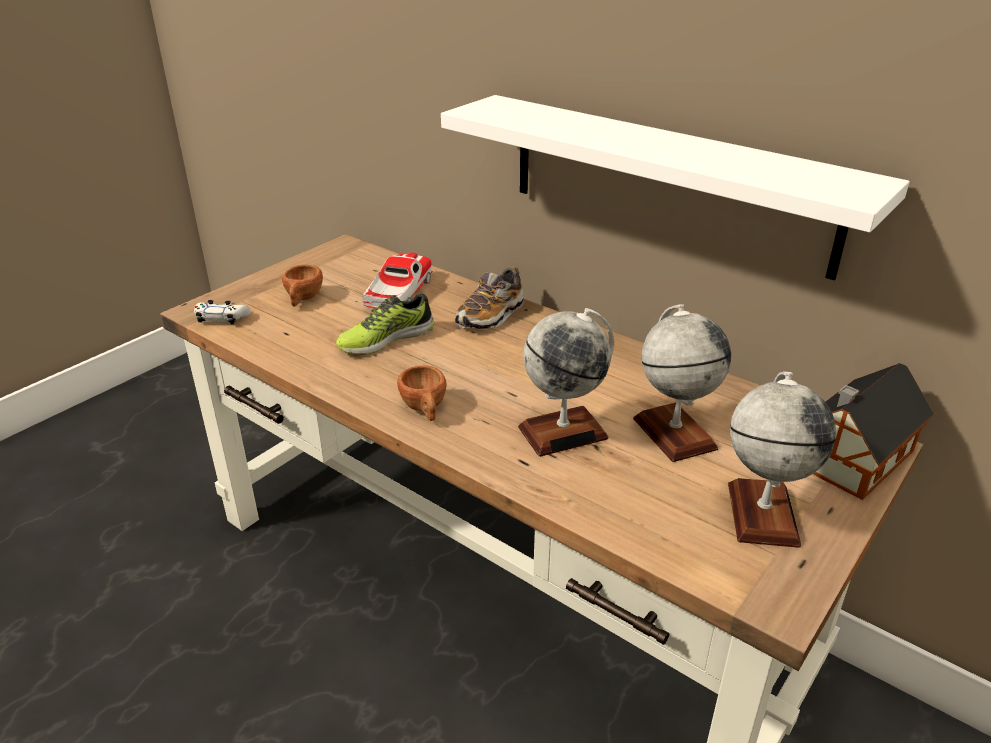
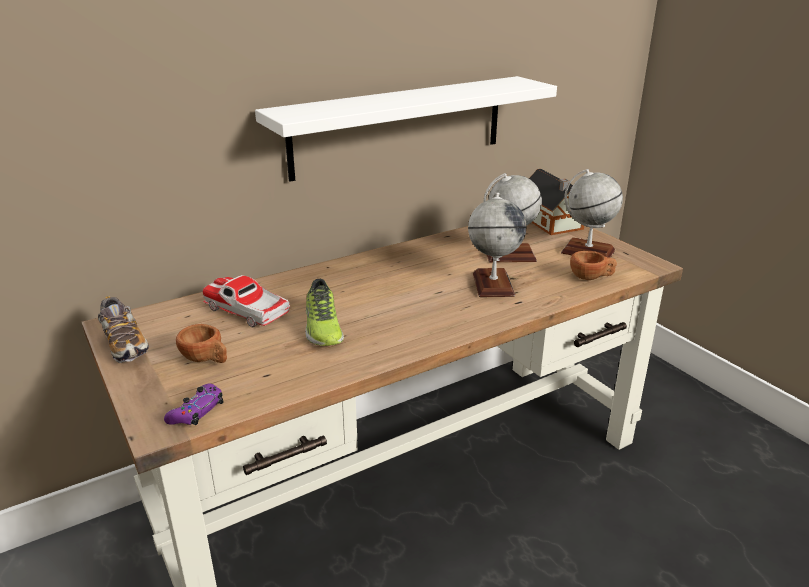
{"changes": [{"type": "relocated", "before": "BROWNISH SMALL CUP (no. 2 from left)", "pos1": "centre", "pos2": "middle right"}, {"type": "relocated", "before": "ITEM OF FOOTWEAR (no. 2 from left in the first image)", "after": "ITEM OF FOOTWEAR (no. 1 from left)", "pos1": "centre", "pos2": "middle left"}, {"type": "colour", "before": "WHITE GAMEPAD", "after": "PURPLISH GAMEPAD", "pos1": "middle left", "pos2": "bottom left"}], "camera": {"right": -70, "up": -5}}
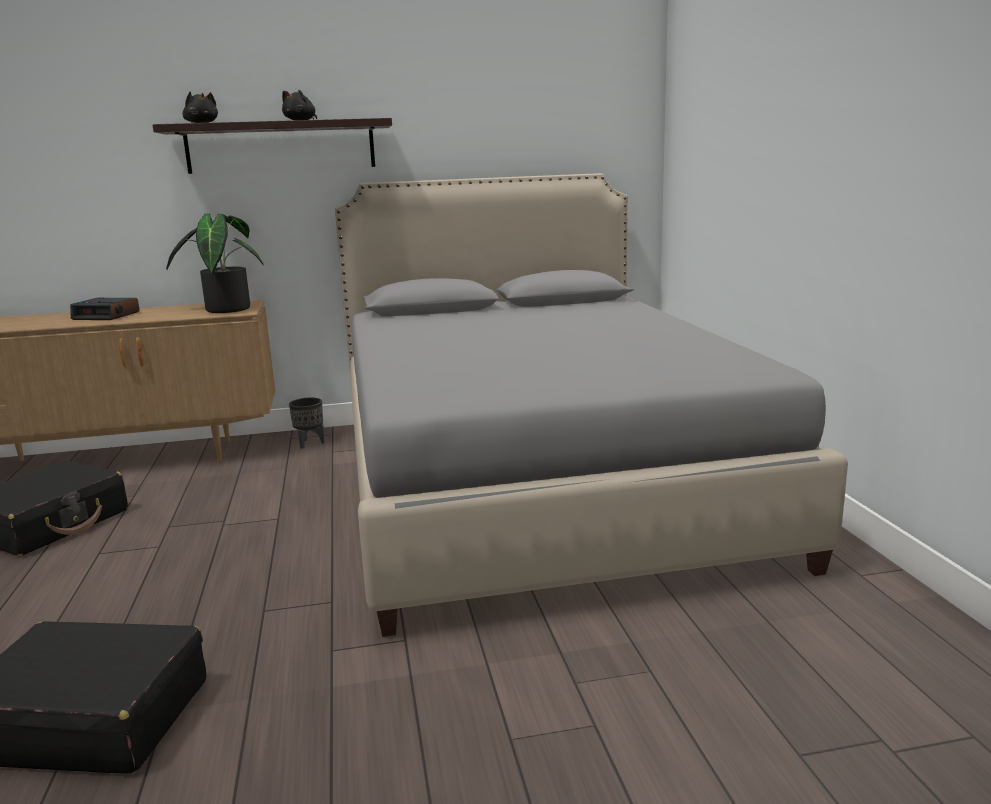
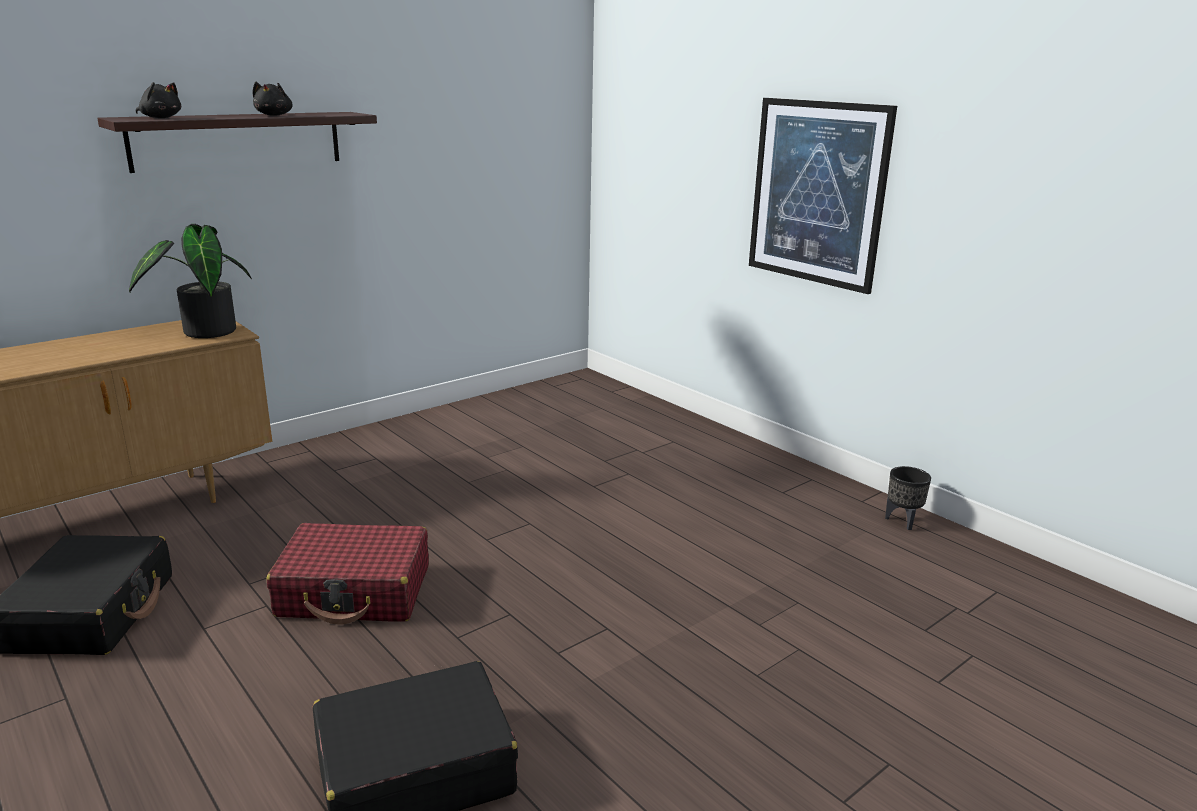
{"changes": [{"type": "missing", "before": "ALARM CLOCK", "pos1": "middle left"}, {"type": "missing", "before": "GRAY BEDROOM BED", "pos1": "centre"}, {"type": "appeared", "after": "REDDISH PIECE OF LUGGAGE", "pos2": "bottom left"}, {"type": "appeared", "after": "WALL ART", "pos2": "top right"}, {"type": "relocated", "before": "BLACK-COLOURED PLANT POT", "pos1": "middle left", "pos2": "middle right"}], "camera": {"right": -30, "up": 5}}
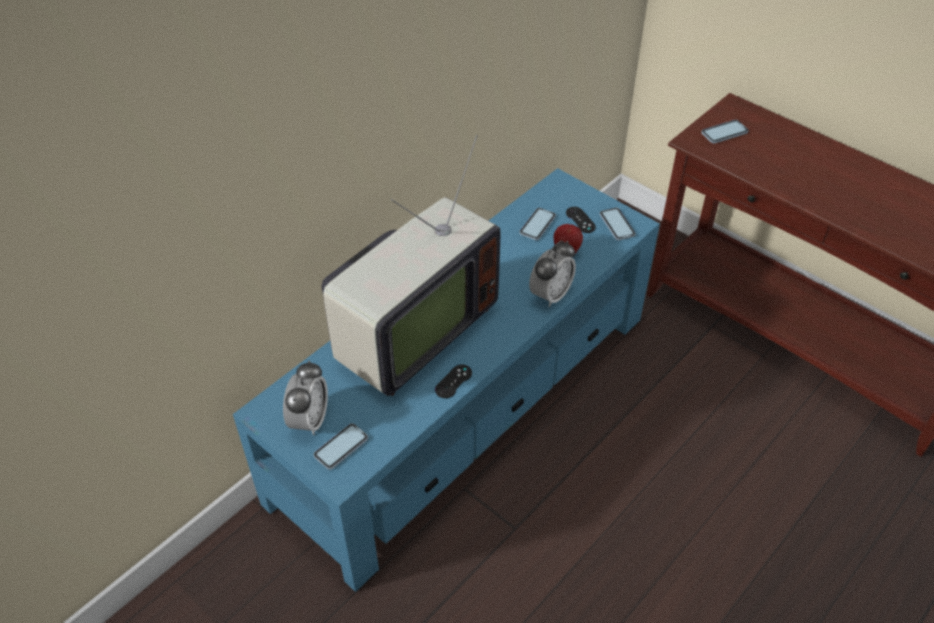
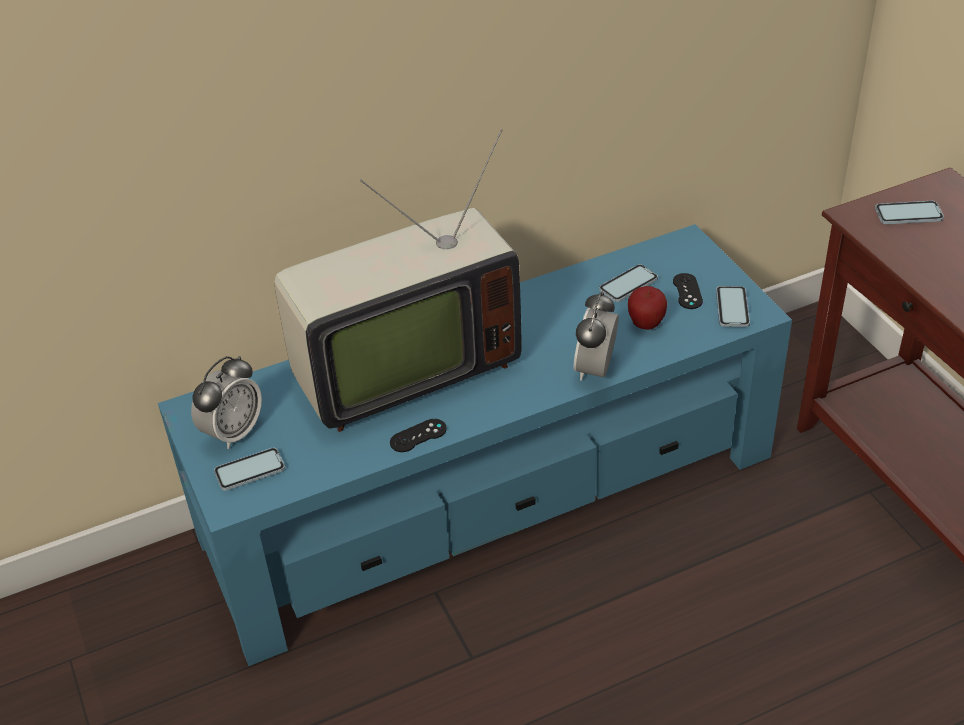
{"changes": [{"type": "spun", "before": "ALARM CLOCK (no. 2 from left)", "pos1": "centre", "pos2": "centre", "turn": 135}], "camera": {"right": 25, "up": -5}}
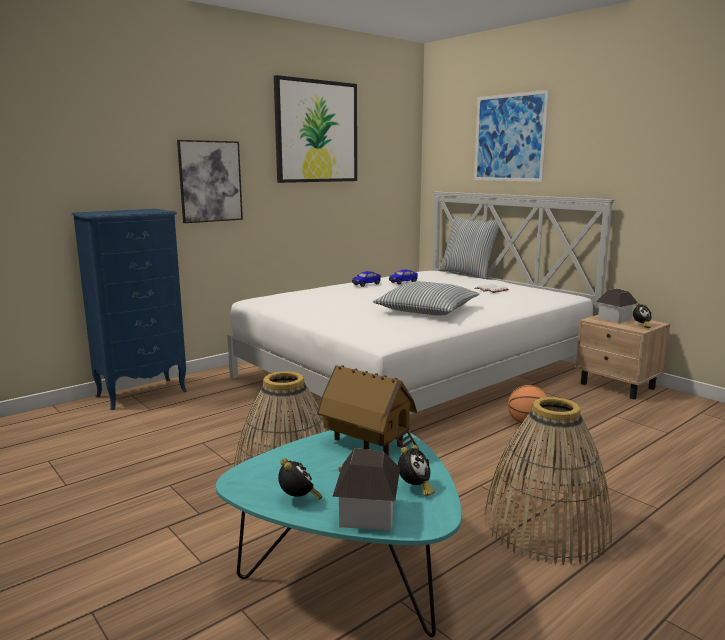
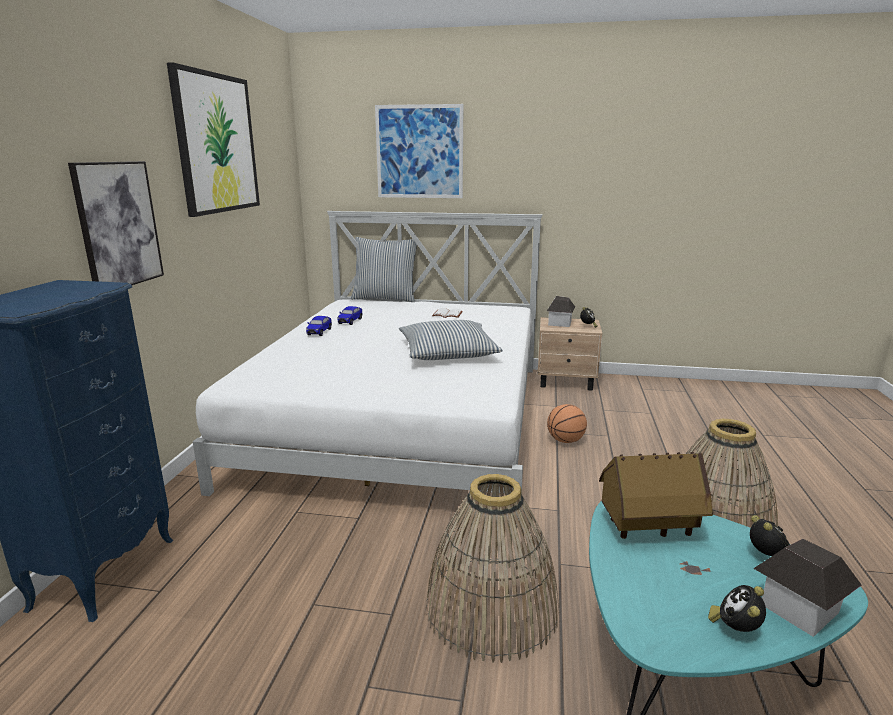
{"changes": [{"type": "spun", "before": "ALARM CLOCK (no. 1 from left in the first image)", "pos1": "bottom centre", "pos2": "bottom right", "turn": -90}], "camera": {"right": -40, "up": 5}}
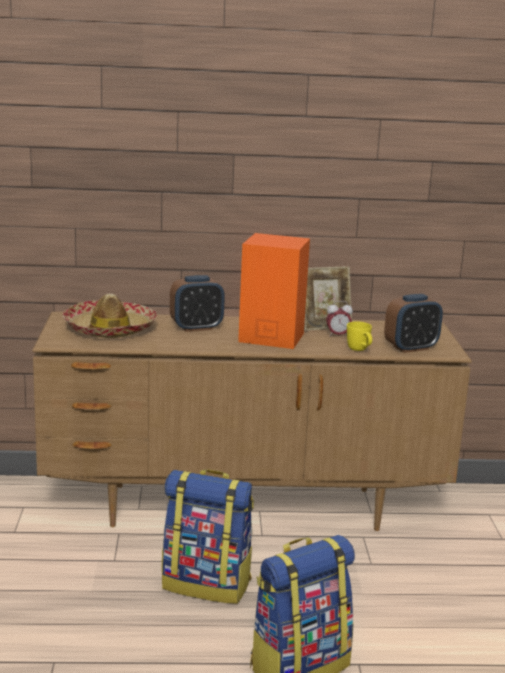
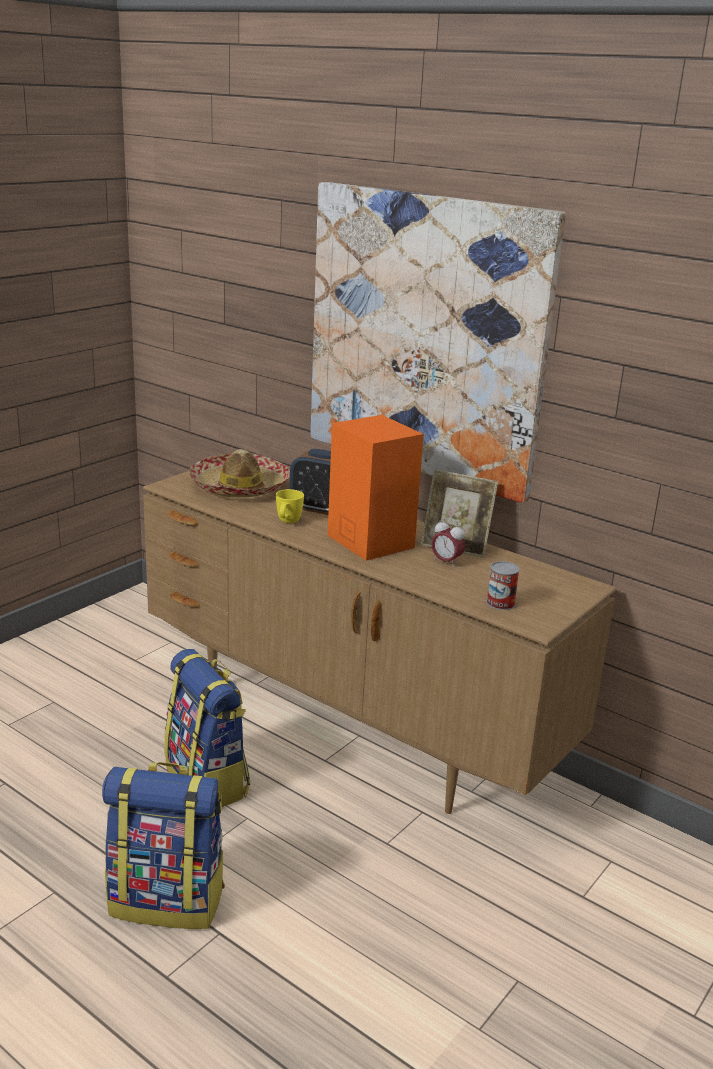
{"changes": [{"type": "appeared", "after": "WALL ART", "pos2": "top centre"}, {"type": "relocated", "before": "YELLOWISH MUG", "pos1": "middle right", "pos2": "centre"}, {"type": "exchanged", "before": "ALARM CLOCK (no. 3 from left)", "after": "SEALED CAN", "pos1": "middle right", "pos2": "middle right"}], "camera": {"right": 40, "up": 5}}
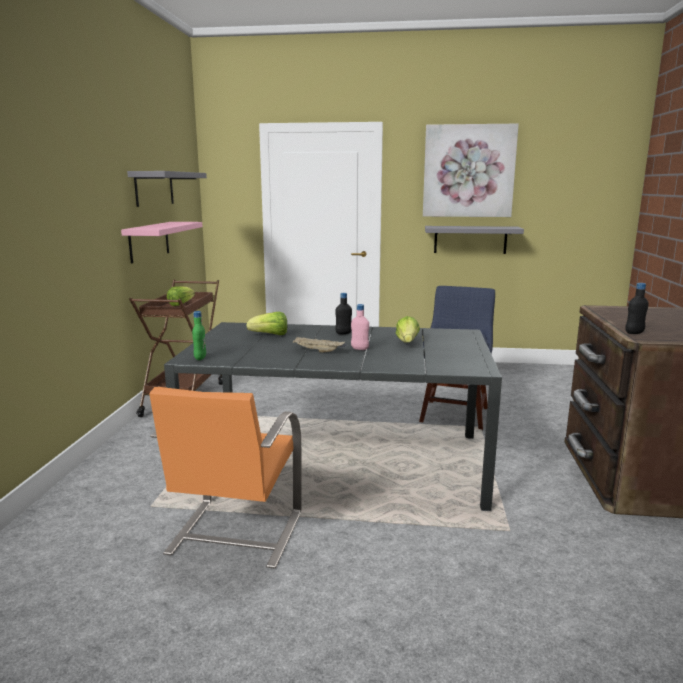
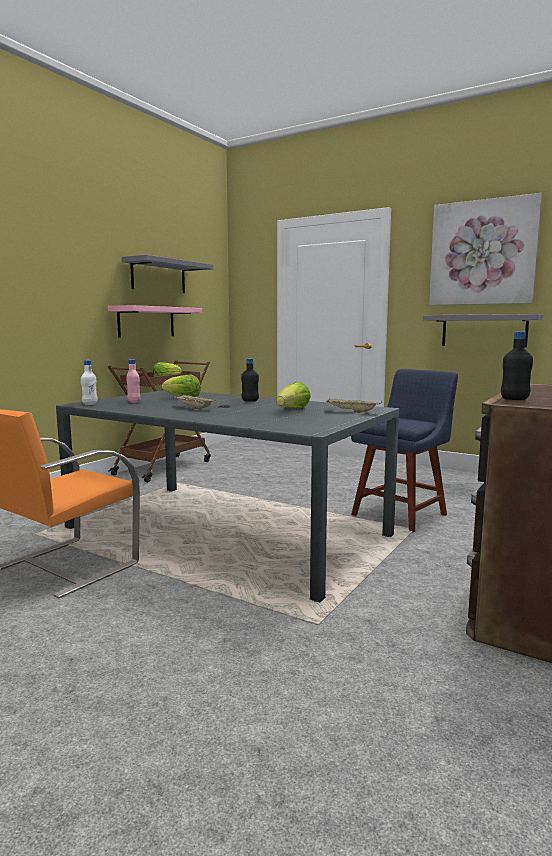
{"changes": [{"type": "appeared", "after": "SAND-COLOURED SERVING TRAY (no. 2 from left)", "pos2": "centre"}, {"type": "relocated", "before": "PINK-COLOURED BOTTLE", "pos1": "centre", "pos2": "middle left"}, {"type": "colour", "before": "GREEN BOTTLE", "after": "WHITE BOTTLE", "pos1": "middle left", "pos2": "middle left"}], "camera": {"right": 25, "up": -5}}
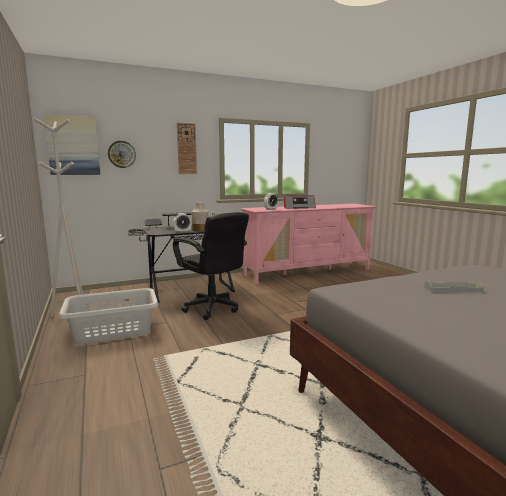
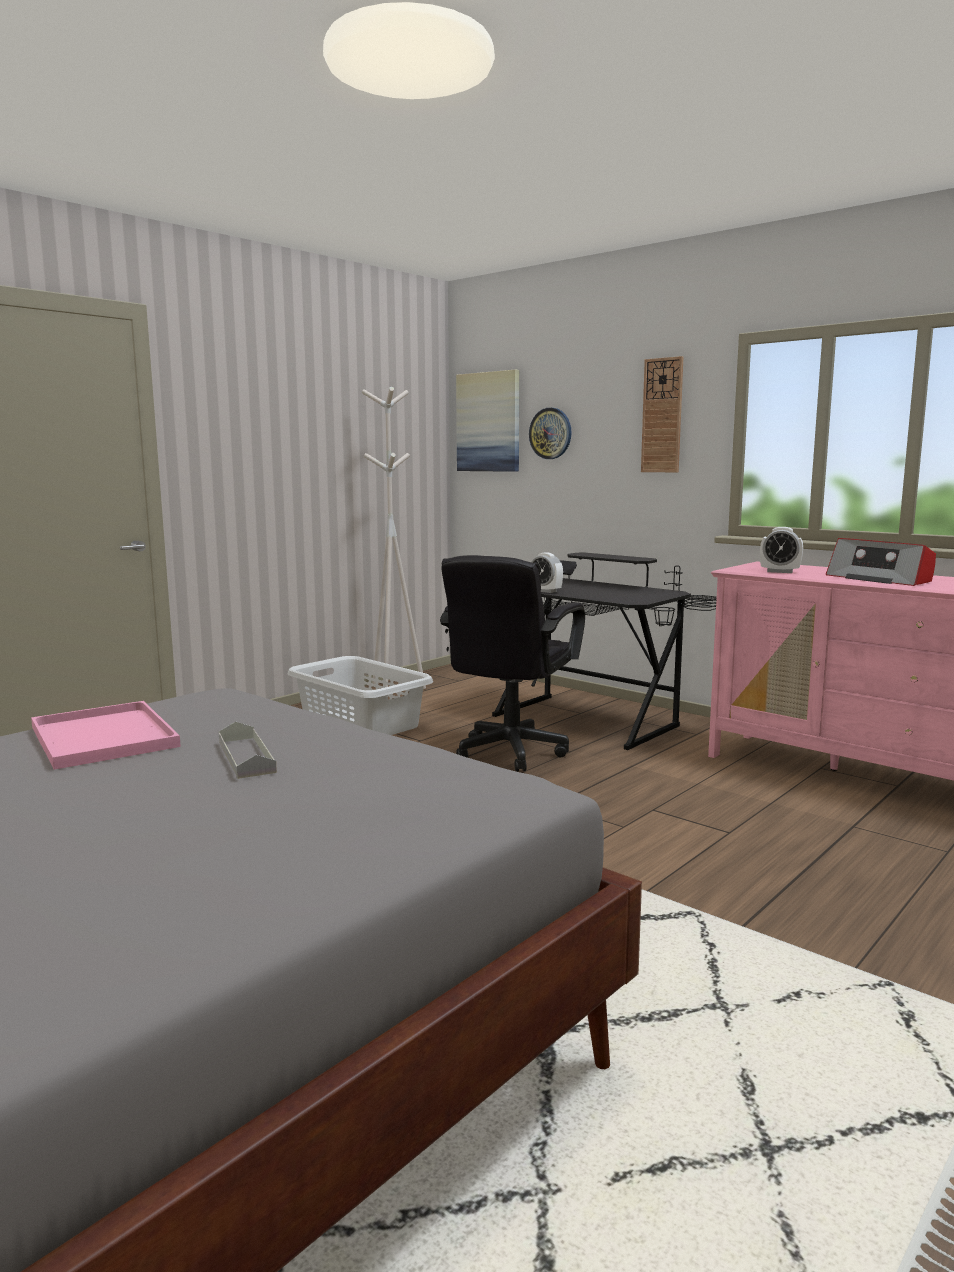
{"changes": [{"type": "missing", "before": "SAND-COLOURED FLOWER VASE", "pos1": "centre"}, {"type": "appeared", "after": "PINK-COLOURED SERVING TRAY", "pos2": "middle left"}], "camera": {"right": 65, "up": 0}}
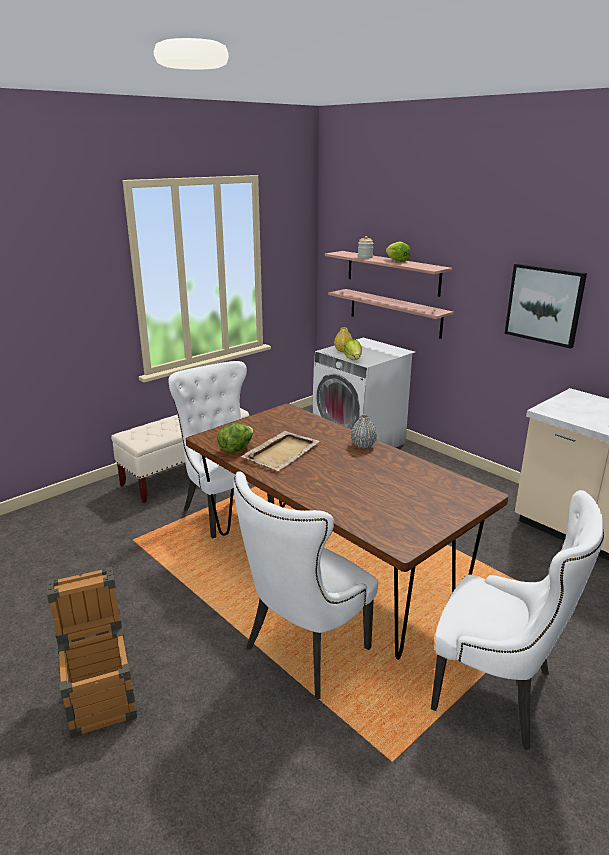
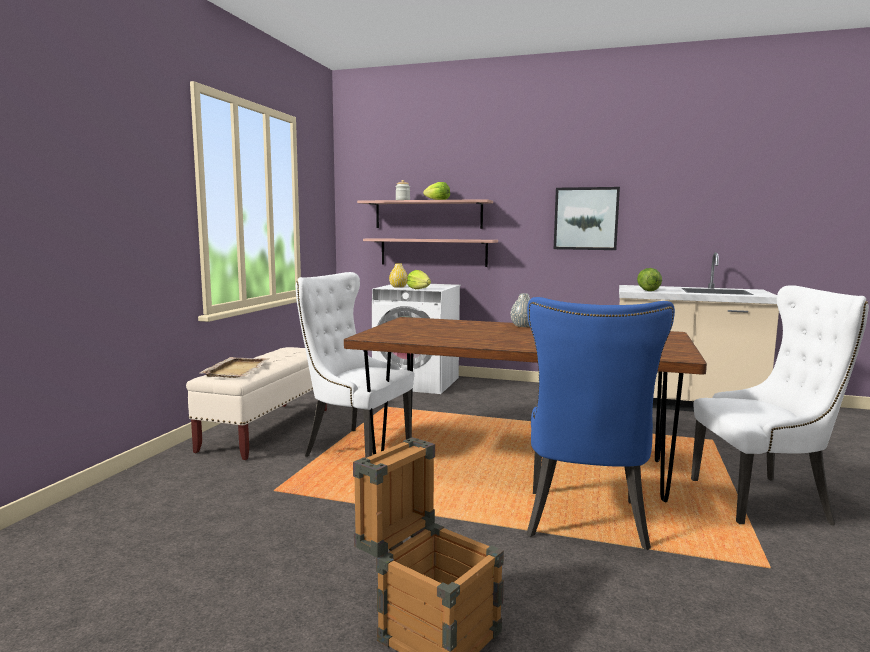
{"changes": [{"type": "relocated", "before": "LETTUCE (no. 1 from left in the first image)", "after": "LETTUCE (no. 3 from left)", "pos1": "centre", "pos2": "middle right"}, {"type": "relocated", "before": "SAND-COLOURED SERVING TRAY", "pos1": "centre", "pos2": "middle left"}, {"type": "colour", "before": "WHITE CHAIR (no. 2 from left)", "after": "BLUE CHAIR", "pos1": "bottom centre", "pos2": "middle right"}], "camera": {"right": -30, "up": -15}}
